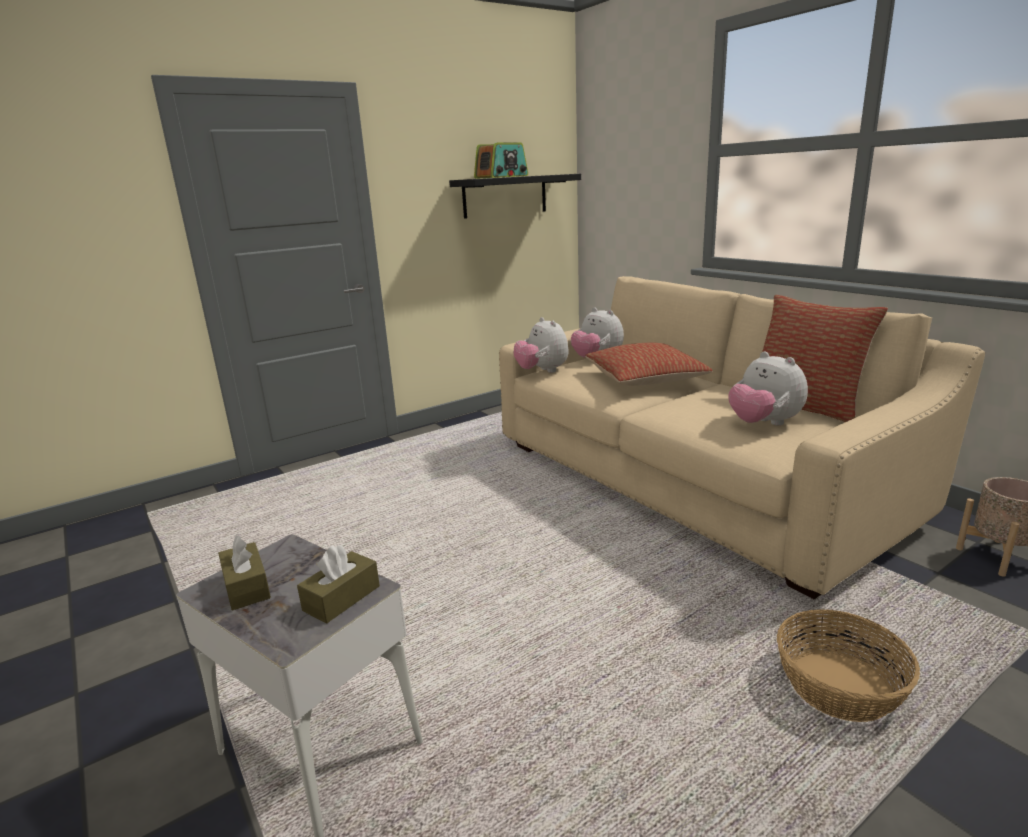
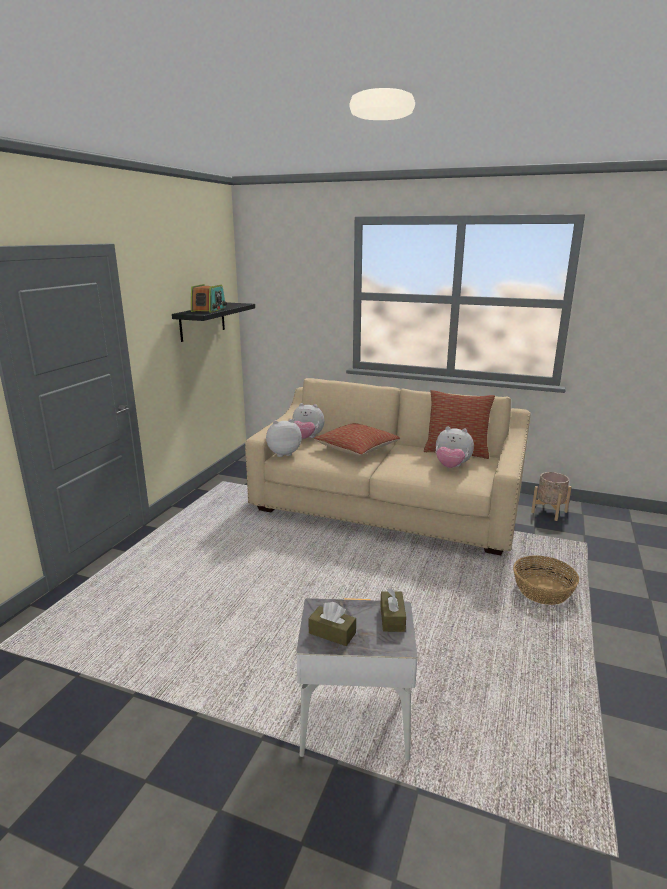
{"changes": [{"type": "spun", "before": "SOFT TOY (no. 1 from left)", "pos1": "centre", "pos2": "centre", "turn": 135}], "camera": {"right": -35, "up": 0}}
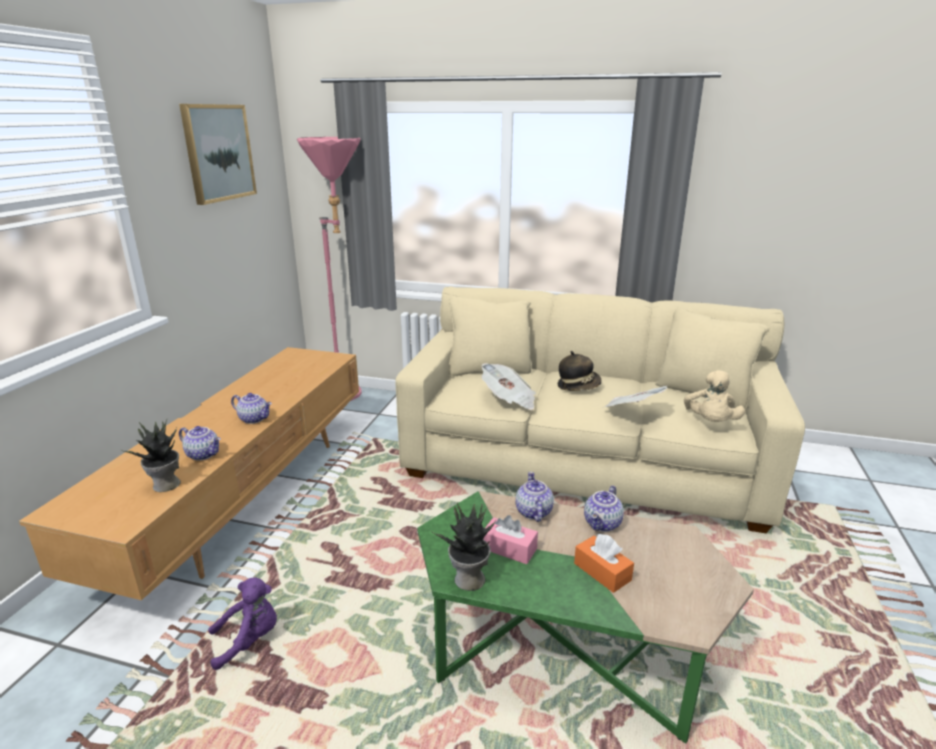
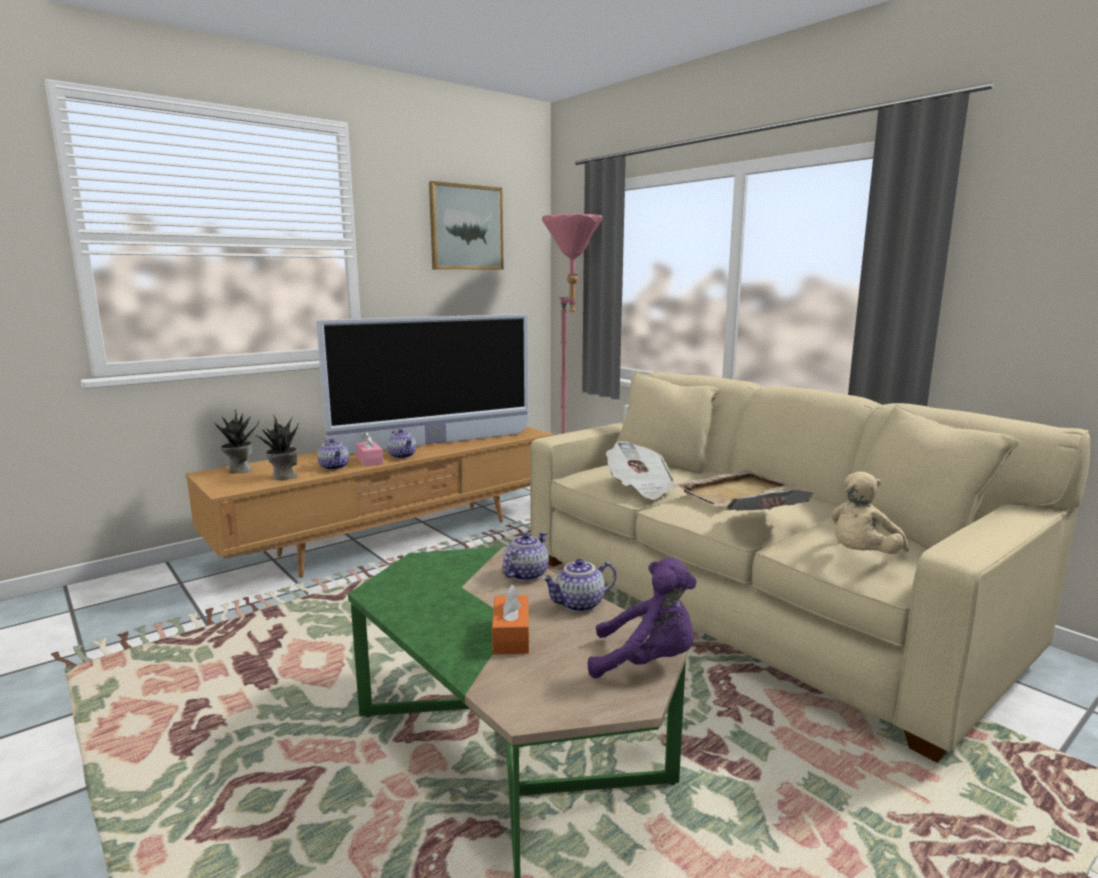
{"changes": [{"type": "appeared", "after": "TELEVISION", "pos2": "centre"}, {"type": "relocated", "before": "PURPLISH SOFT TOY", "pos1": "bottom left", "pos2": "bottom centre"}, {"type": "relocated", "before": "HOUSEPLANT (no. 2 from left in the first image)", "after": "HOUSEPLANT (no. 1 from left)", "pos1": "bottom centre", "pos2": "middle left"}, {"type": "relocated", "before": "PINK-COLOURED TISSUE BOX", "pos1": "bottom centre", "pos2": "centre"}, {"type": "exchanged", "before": "WEARABLE HAT", "after": "SAND-COLOURED SERVING TRAY", "pos1": "centre", "pos2": "middle right"}], "camera": {"right": 35, "up": -10}}
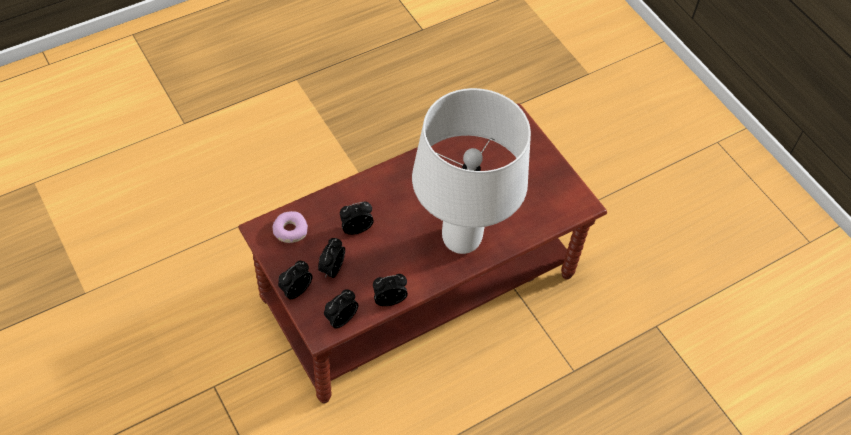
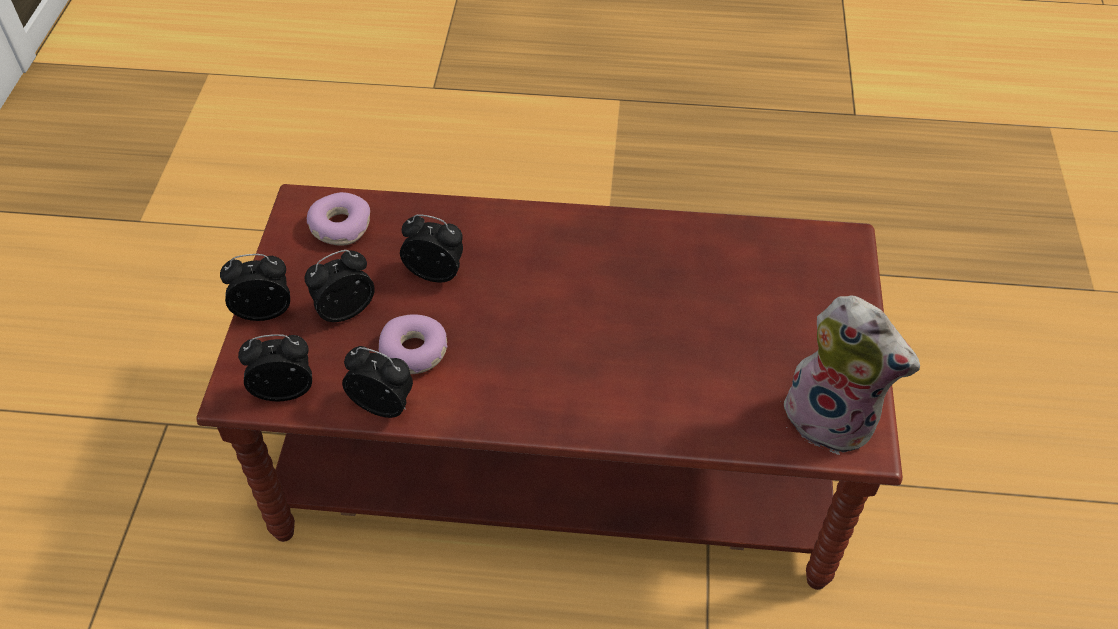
{"changes": [{"type": "missing", "before": "WHITE TABLE LAMP", "pos1": "centre"}, {"type": "appeared", "after": "DOUGHNUT (no. 2 from left)", "pos2": "centre"}, {"type": "appeared", "after": "SOFT TOY", "pos2": "middle right"}], "camera": {"right": 40, "up": -5}}
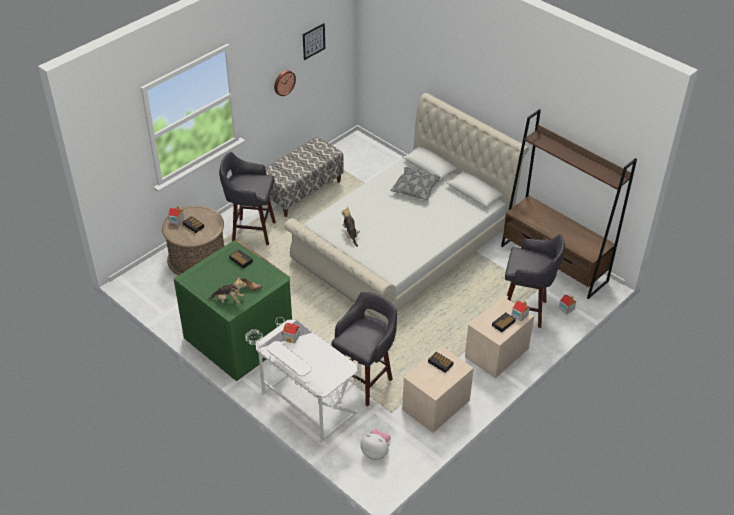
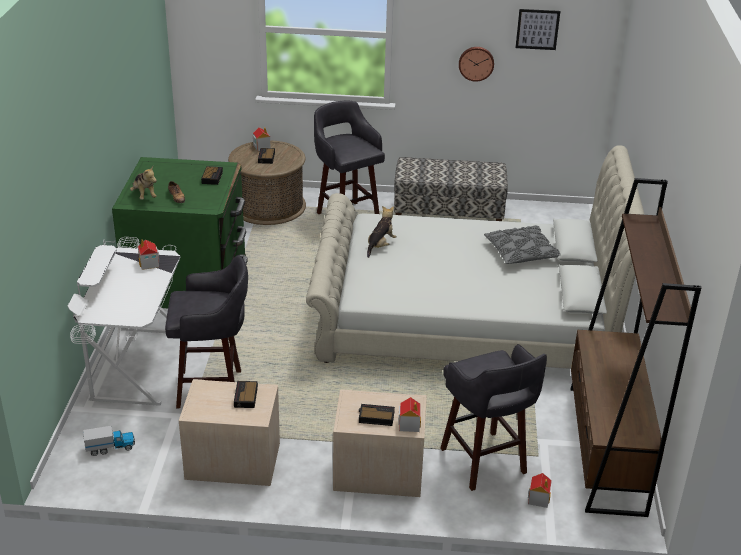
{"changes": [{"type": "exchanged", "before": "SOFT TOY (no. 3 from left)", "after": "MODEL TRUCK", "pos1": "bottom centre", "pos2": "bottom left"}], "camera": {"right": 50, "up": -10}}
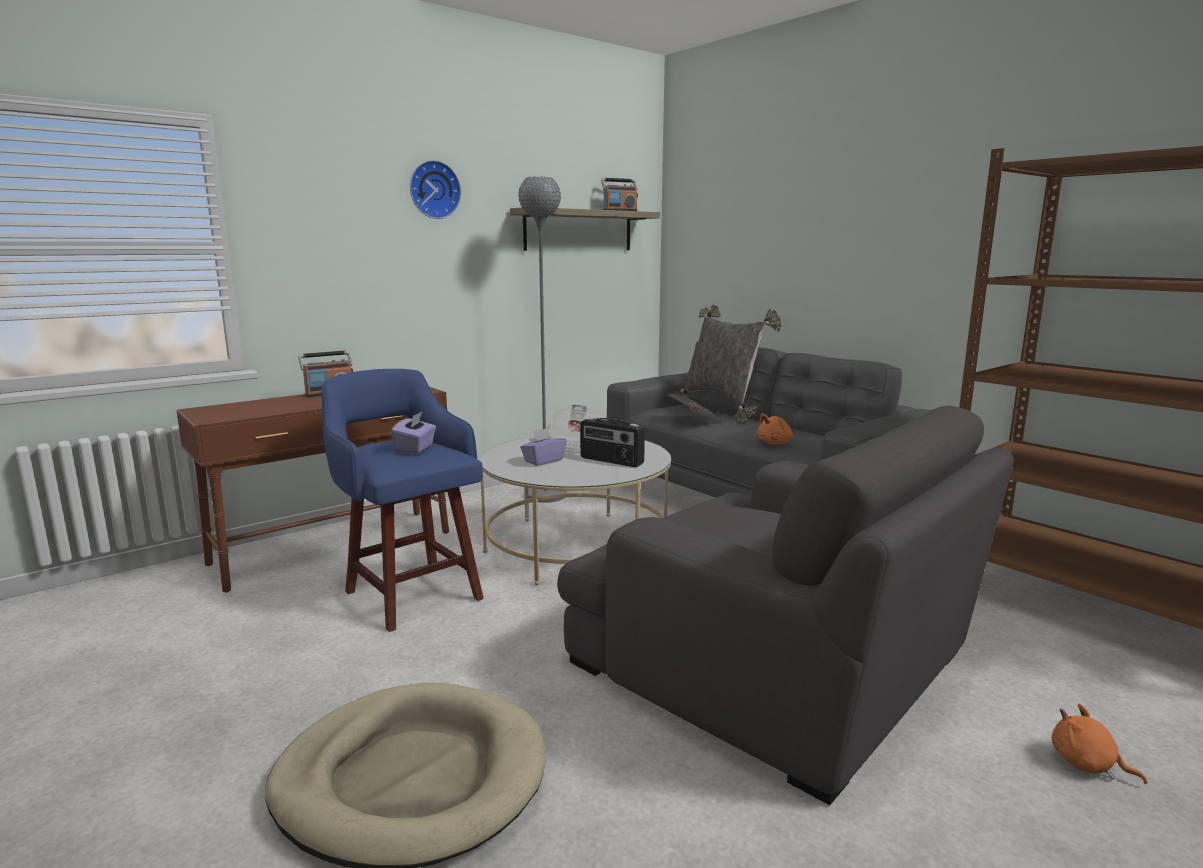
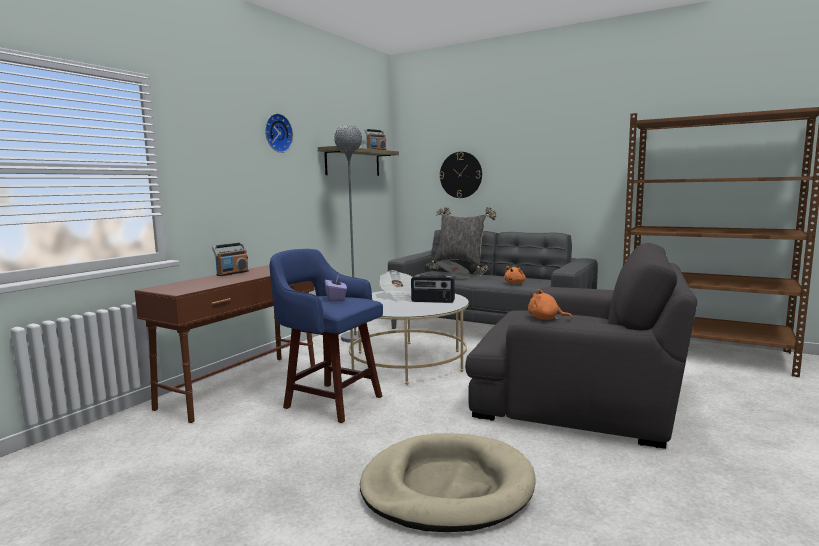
{"changes": [{"type": "missing", "before": "PURPLISH TISSUE BOX (no. 2 from left)", "pos1": "centre"}, {"type": "appeared", "after": "HANGING CLOCK (no. 2 from left)", "pos2": "top centre"}, {"type": "relocated", "before": "ORANGE-COLOURED SOFT TOY (no. 2 from left)", "pos1": "bottom right", "pos2": "middle right"}], "camera": {"right": -20, "up": -5}}
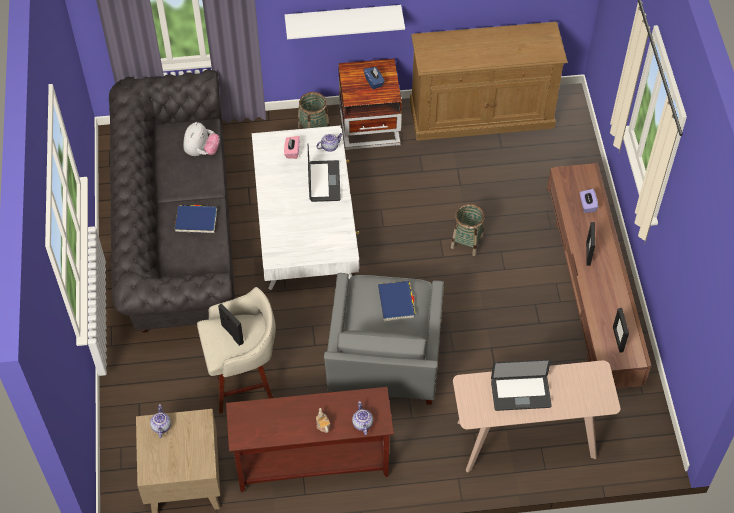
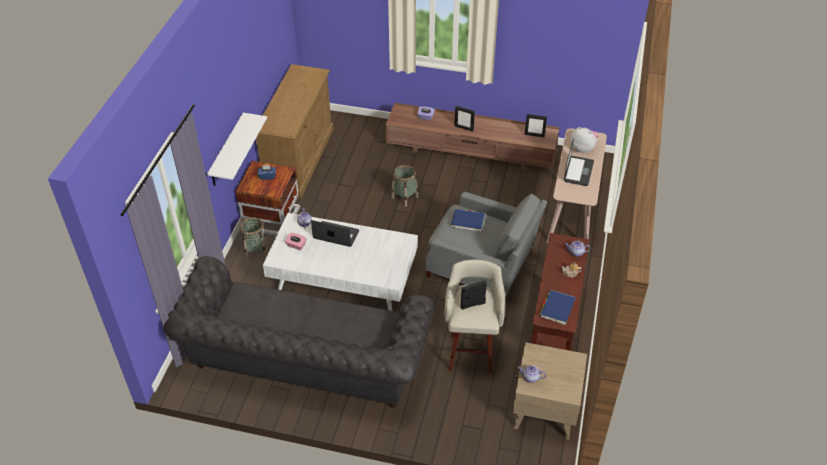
{"changes": [{"type": "relocated", "before": "BLUE BOOK (no. 1 from left in the first image)", "after": "BLUE BOOK (no. 2 from left)", "pos1": "middle left", "pos2": "middle right"}, {"type": "relocated", "before": "SOFT TOY", "pos1": "top left", "pos2": "top right"}], "camera": {"right": -70, "up": -10}}
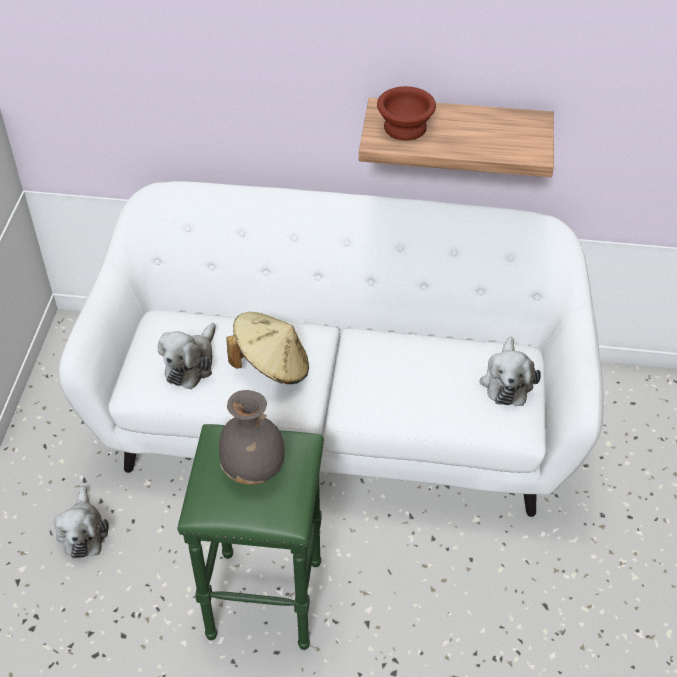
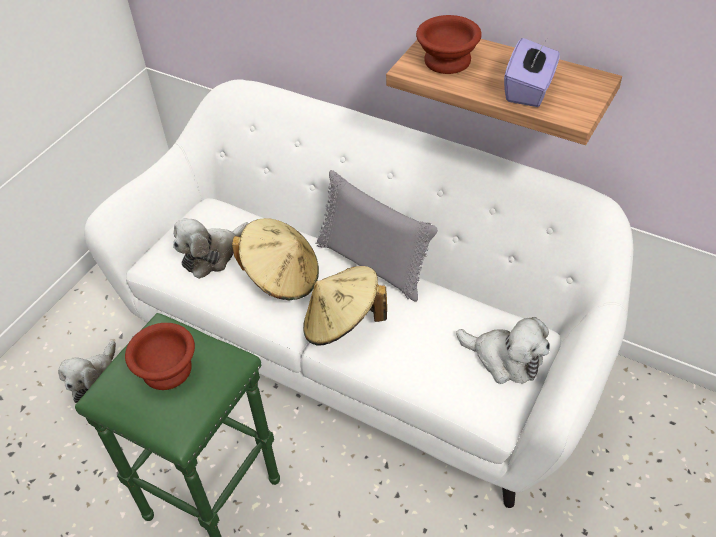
{"changes": [{"type": "appeared", "after": "SAND-COLOURED WEARABLE HAT (no. 2 from left)", "pos2": "centre"}, {"type": "appeared", "after": "GRAY THROW PILLOW", "pos2": "centre"}, {"type": "appeared", "after": "PURPLISH TISSUE BOX", "pos2": "top right"}, {"type": "exchanged", "before": "GRAY FLOWER VASE", "after": "BROWNISH SERVING BOWL (no. 1 from left)", "pos1": "centre", "pos2": "middle left"}, {"type": "spun", "before": "SOFT TOY (no. 3 from left)", "pos1": "middle right", "pos2": "middle right", "turn": -90}], "camera": {"right": 25, "up": 0}}
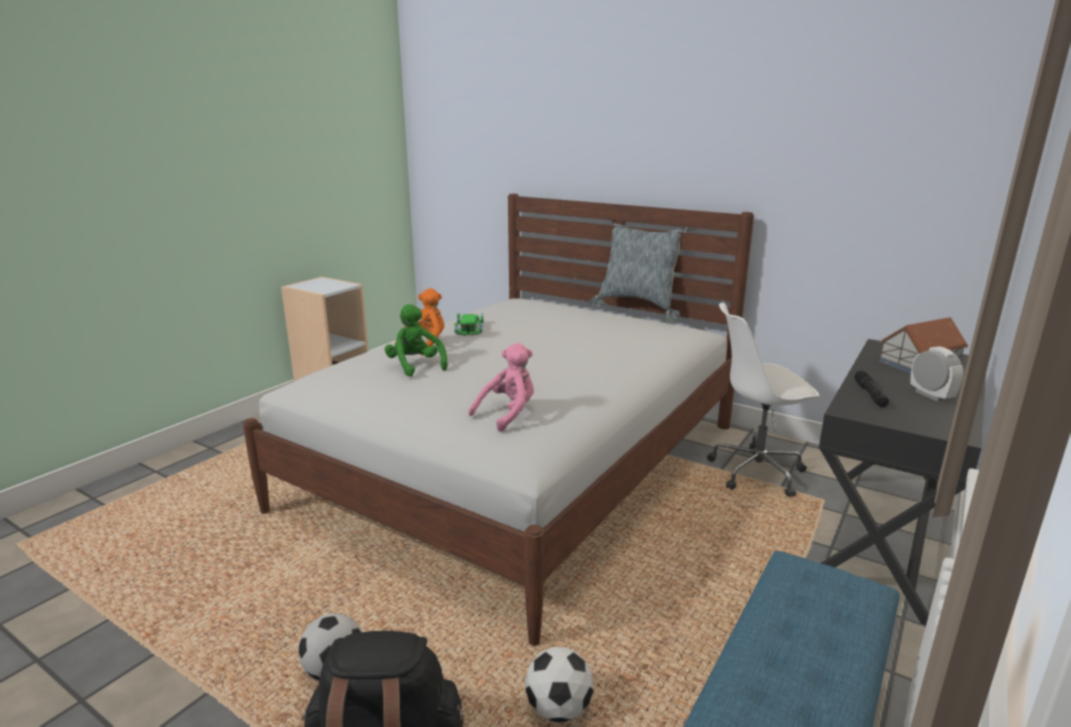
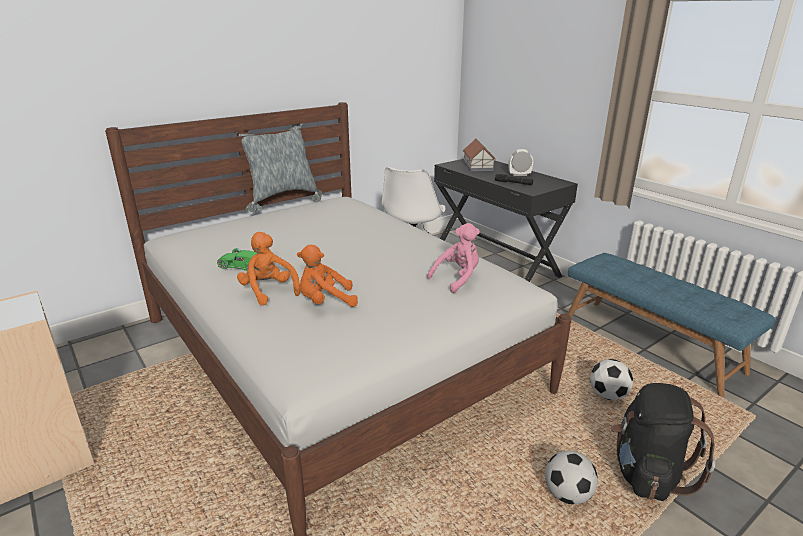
{"changes": [{"type": "colour", "before": "GREEN SOFT TOY", "after": "ORANGE-COLOURED SOFT TOY (no. 2 from left)", "pos1": "centre", "pos2": "centre"}, {"type": "spun", "before": "PINK-COLOURED SOFT TOY", "pos1": "centre", "pos2": "centre", "turn": 75}], "camera": {"right": -70, "up": 5}}
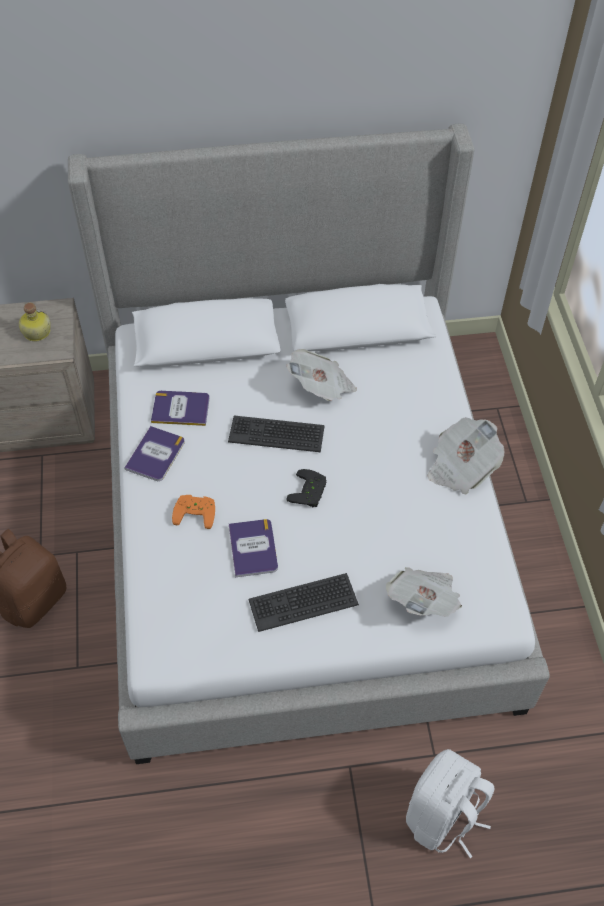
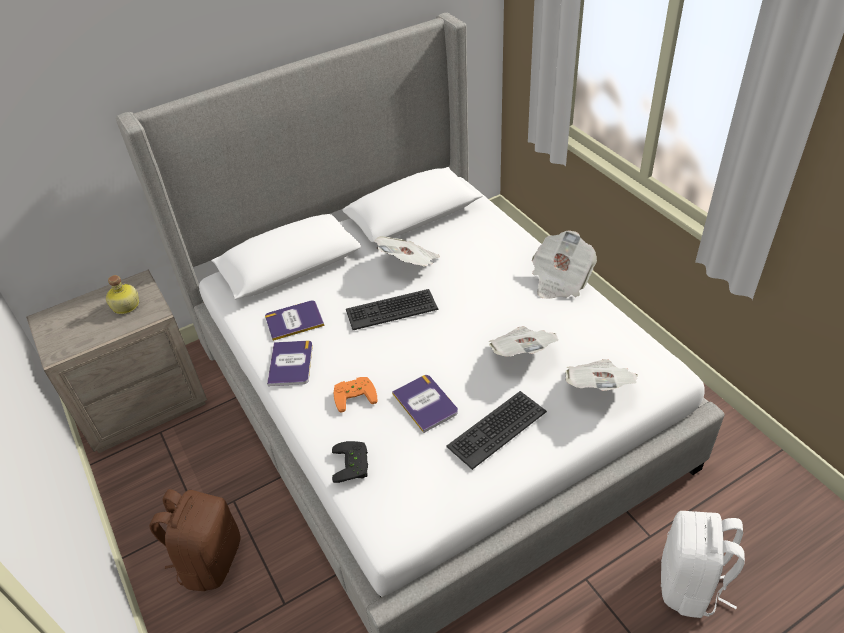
{"changes": [{"type": "appeared", "after": "DAILY PAPER (no. 2 from left)", "pos2": "centre"}, {"type": "relocated", "before": "BLACK-COLOURED GAMEPAD", "pos1": "centre", "pos2": "bottom centre"}], "camera": {"right": -20, "up": -10}}
